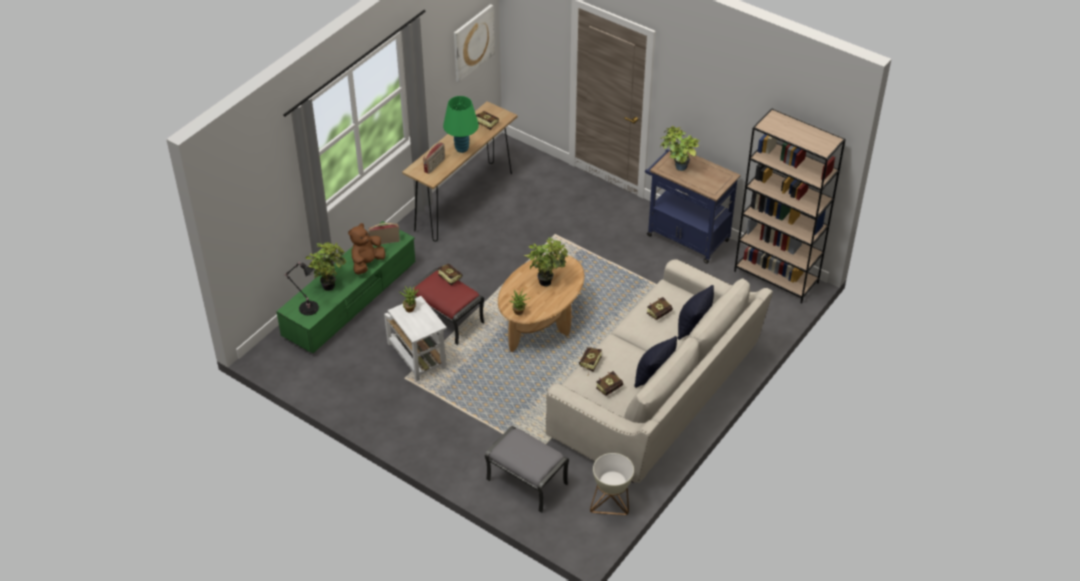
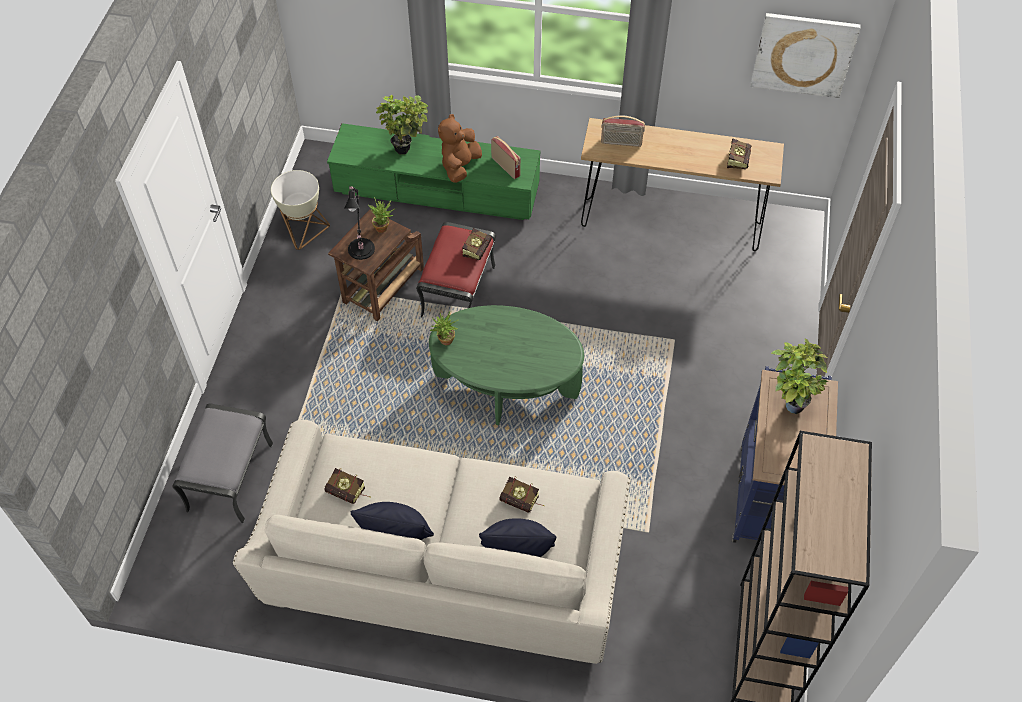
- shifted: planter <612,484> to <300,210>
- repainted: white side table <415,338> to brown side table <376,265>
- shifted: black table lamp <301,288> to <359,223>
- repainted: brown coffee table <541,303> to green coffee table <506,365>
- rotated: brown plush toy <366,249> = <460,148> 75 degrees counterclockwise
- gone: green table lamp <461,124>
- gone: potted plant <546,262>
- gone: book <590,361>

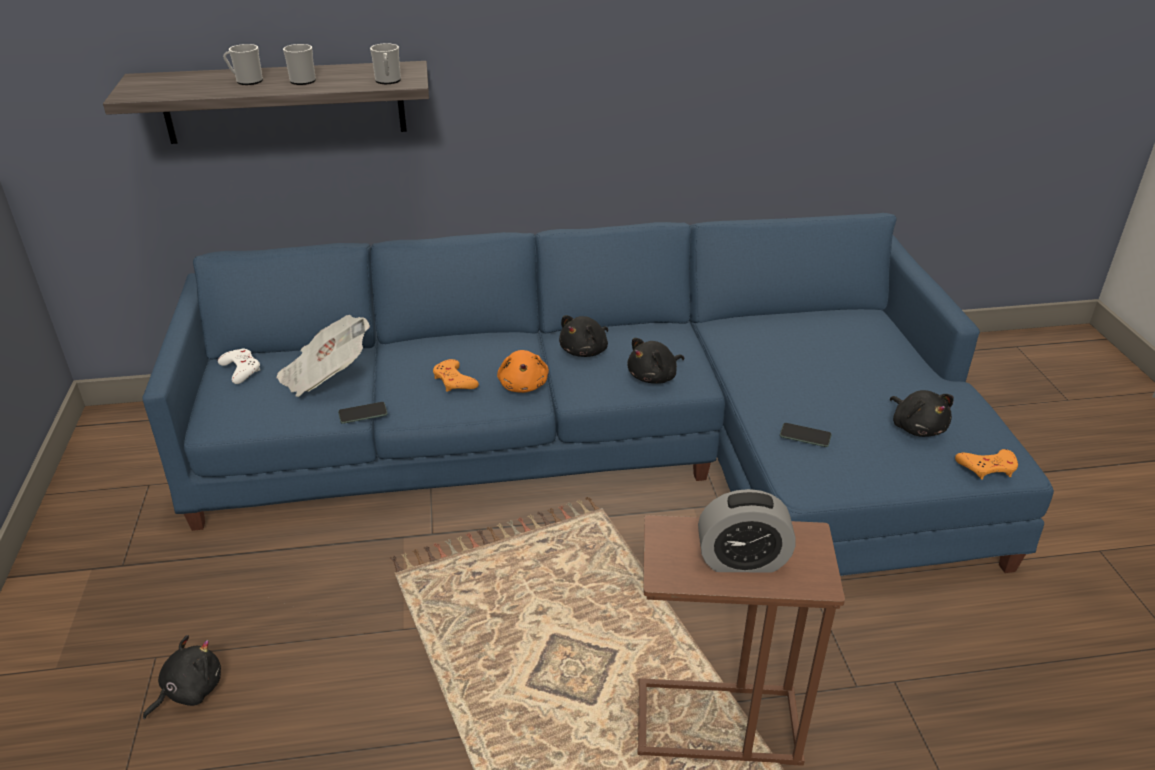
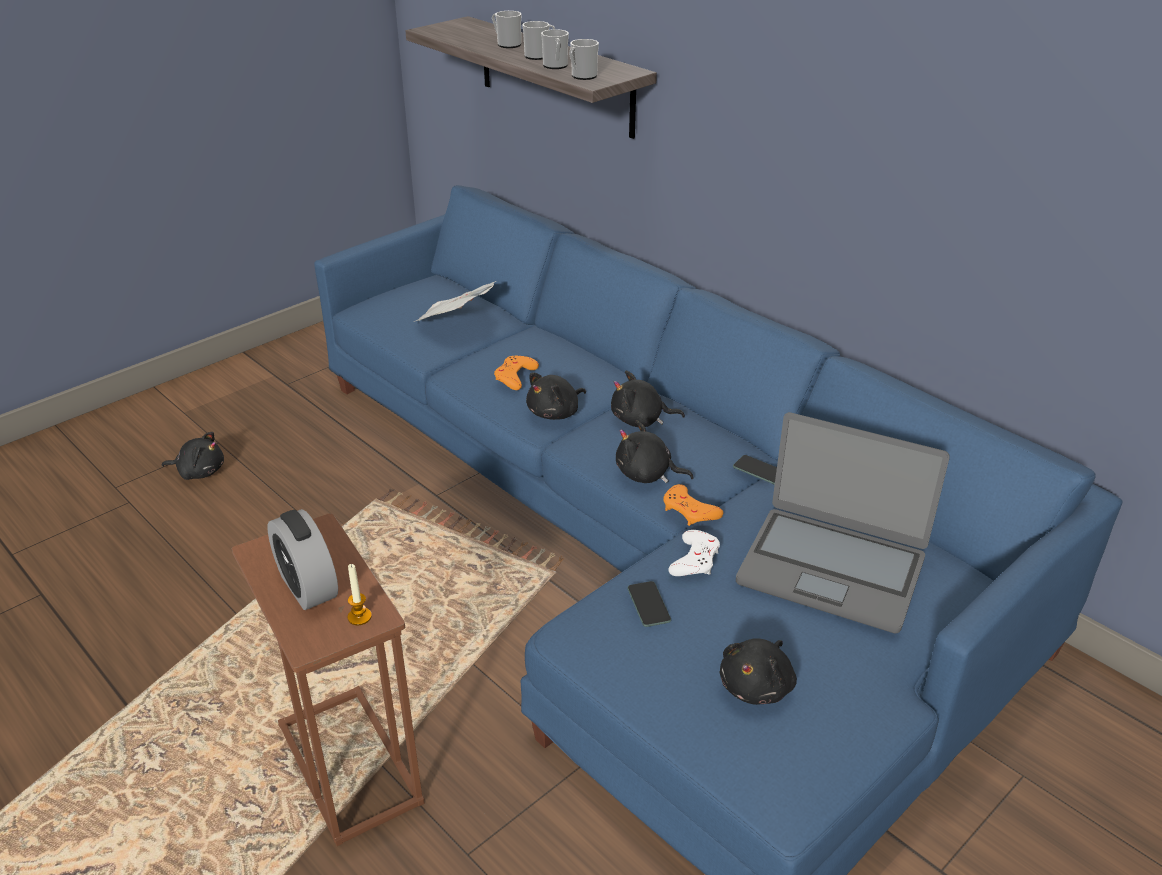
- new: candle <360,594>
- repainted: orange plush toy <523,371> to black plush toy <556,396>
- new: mug <555,49>
- shifted: orange game controller <986,464> to <693,505>
- shifted: white game controller <239,366> to <694,553>
- shifted: phone <363,413> to <755,470>
- new: laptop <843,522>

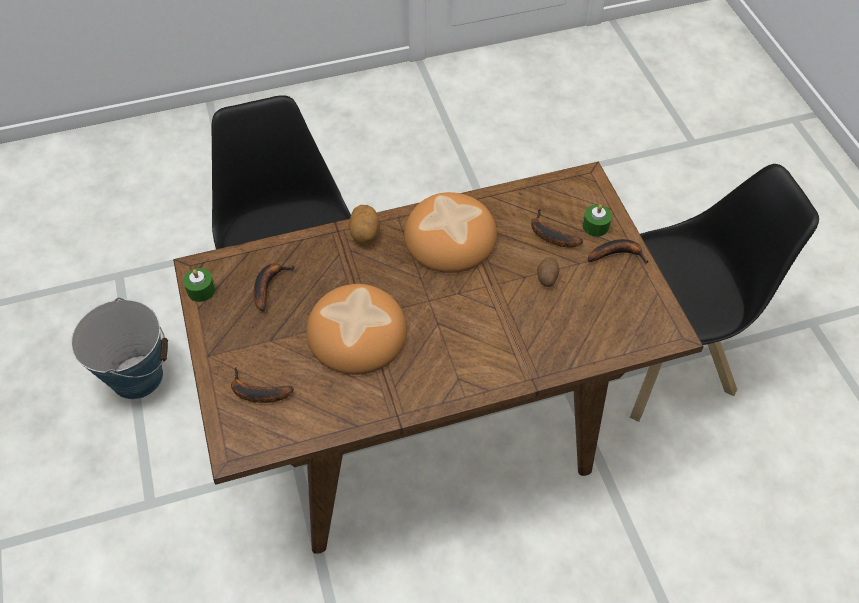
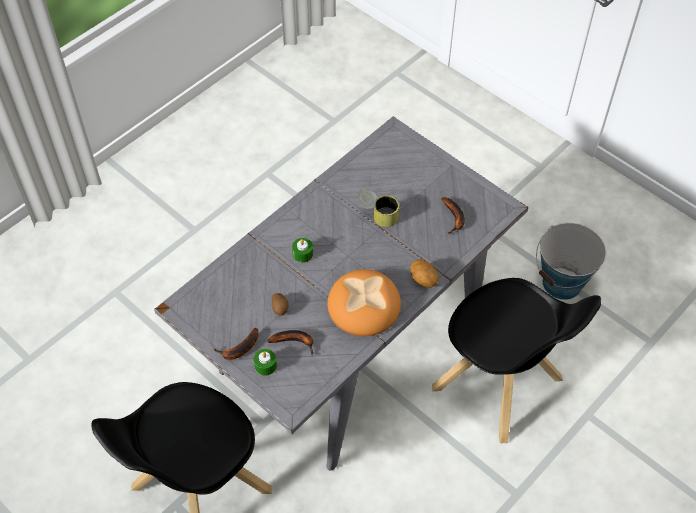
- repainted: brown dining table <438,357> to grey dining table <341,293>
- shifted: green candle <199,285> to <302,250>
- swapped: bread <356,329> to can <379,208>
- gone: banana <262,385>

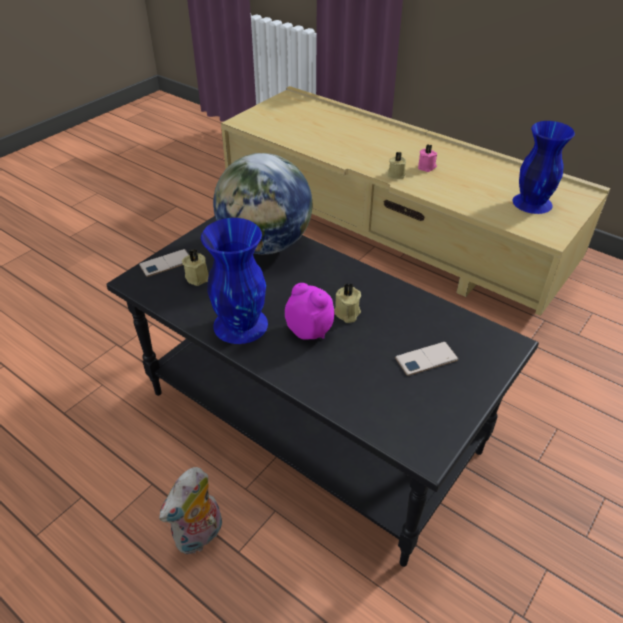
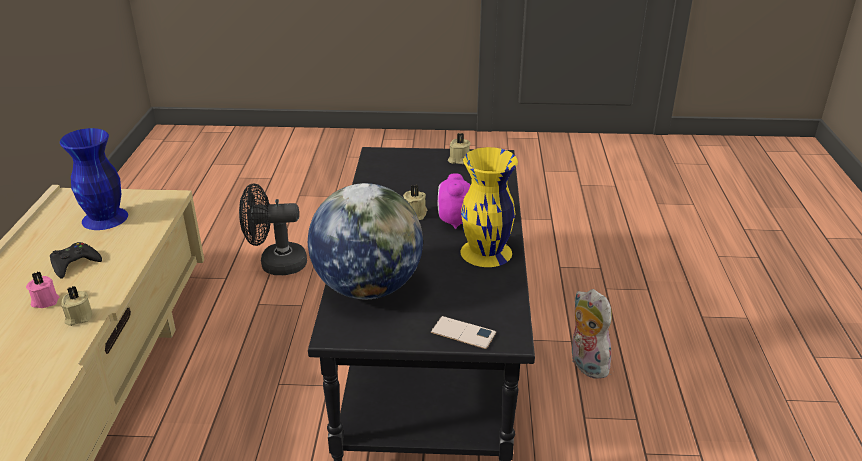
- new: black game controller <76,260>
- new: black fan <273,229>
- shifted: beige candle <195,267> to <459,148>
- repainted: blue vase <234,281> to yellow vase <489,207>
- rotated: plush toy <190,510> = <592,334> 120 degrees counterclockwise
- gone: phone <427,359>

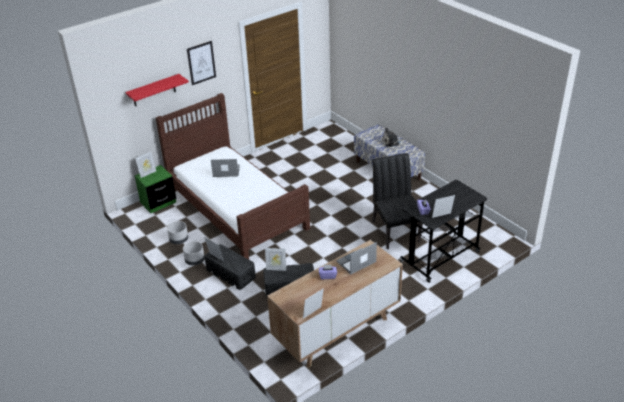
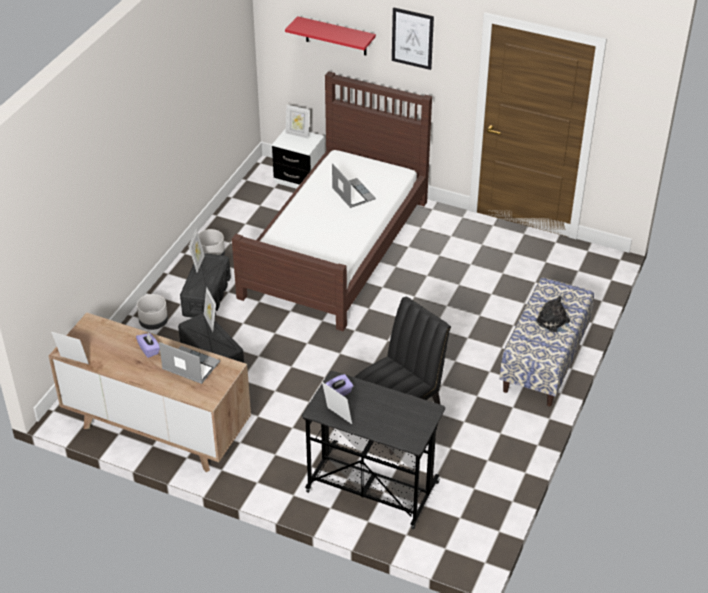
- shifted: grey planter <177,232> to <152,312>
- repainted: green nightstand <155,189> to white nightstand <298,158>

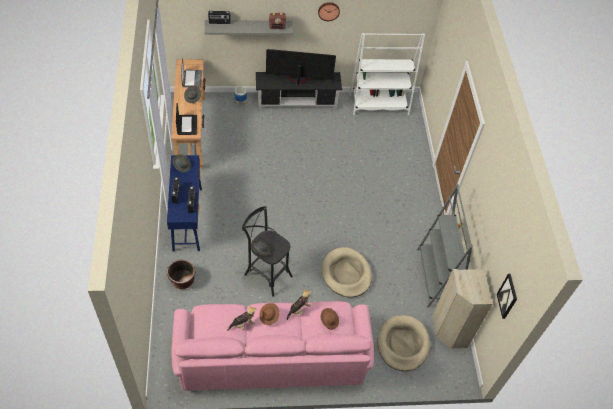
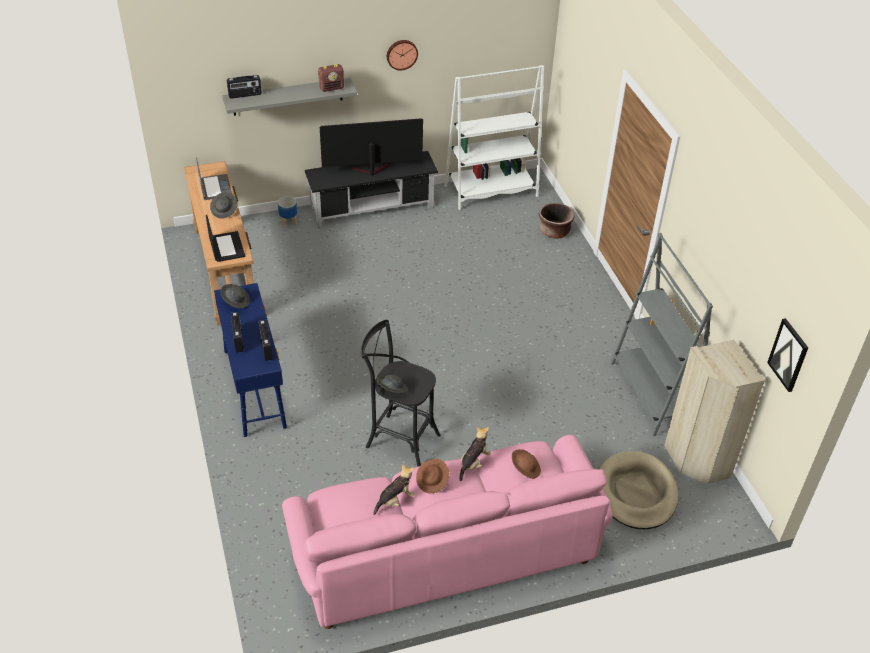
- shifted: brown planter <181,274> to <556,221>
- gone: beige dog bed <346,272>

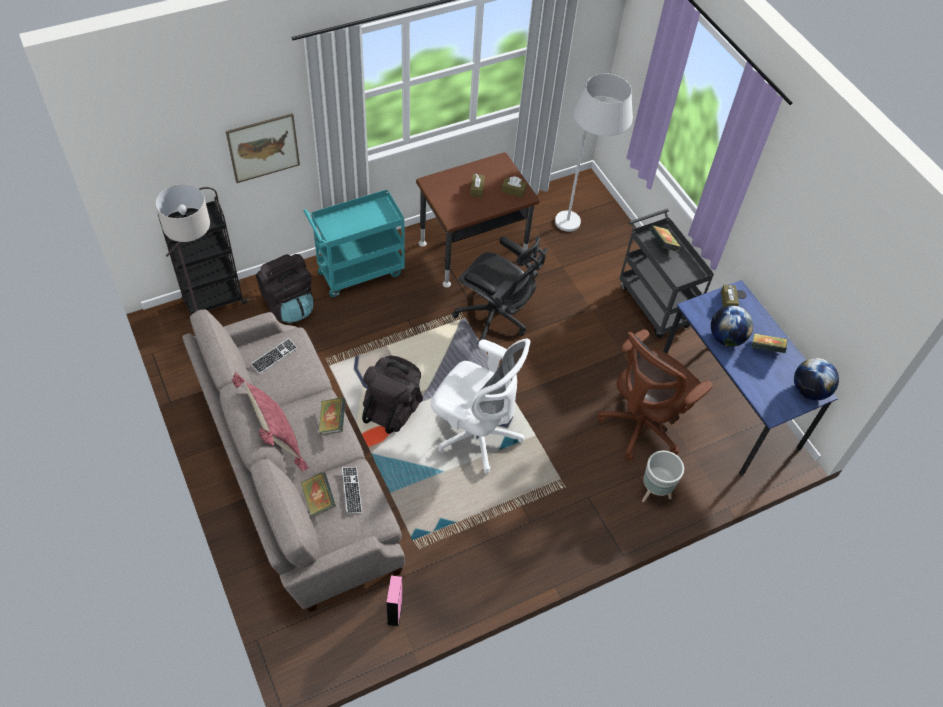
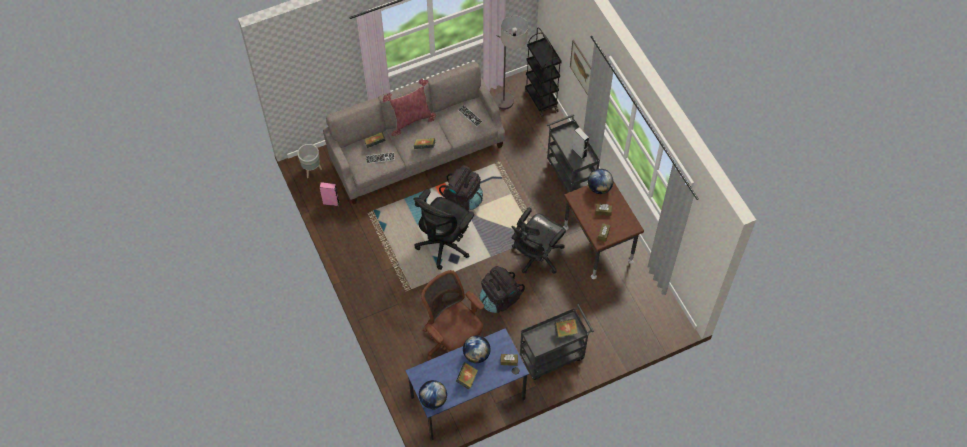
- shifted: grey planter <663,476> to <309,161>
- repainted: white office chair <480,406> to black office chair <443,229>
- shifted: black backpack <284,288> to <502,289>
- repainted: turquoise cart <354,243> to grey cart <573,153>
- new: grey speaker <580,143>
- new: globe <600,181>
- gone: white floor lamp <594,153>

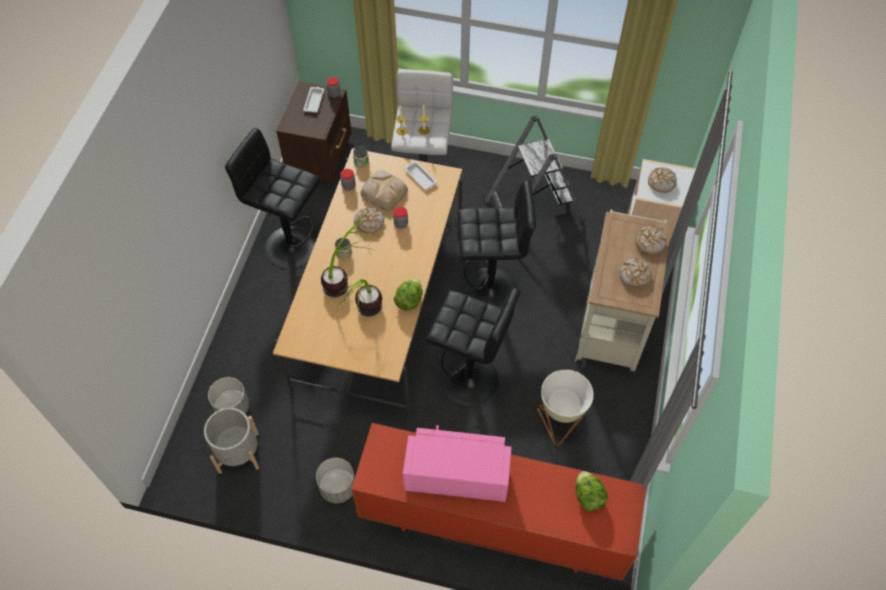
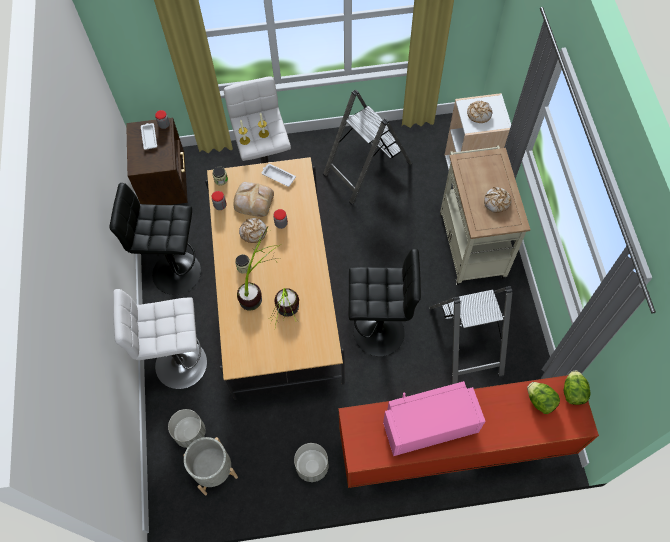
- new: white stool <160,339>
- swapped: planter <565,408> to grey step ladder <471,335>
- shifted: lettuce <408,294> to <576,388>
- gone: black stool <497,244>
- gone: bread <651,240>

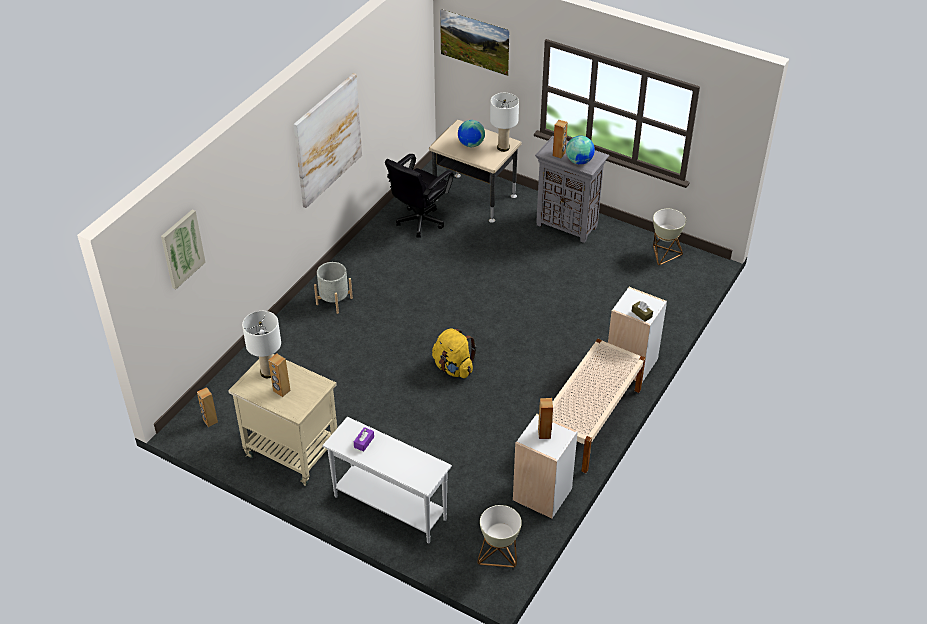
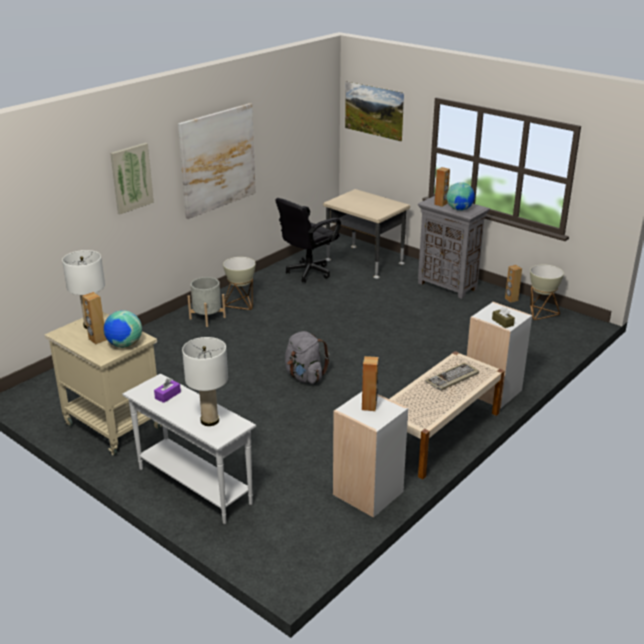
- shifted: globe <471,133> to <123,329>
- shifted: picture <183,249> to <132,178>
- shifted: white table lamp <504,122> to <205,381>
- shifted: planter <500,536> to <239,283>
- repainted: yellow backpack <454,353> to grey backpack <307,357>
- new: keyboard <452,377>
- shifted: brown speaker <207,407> to <513,284>

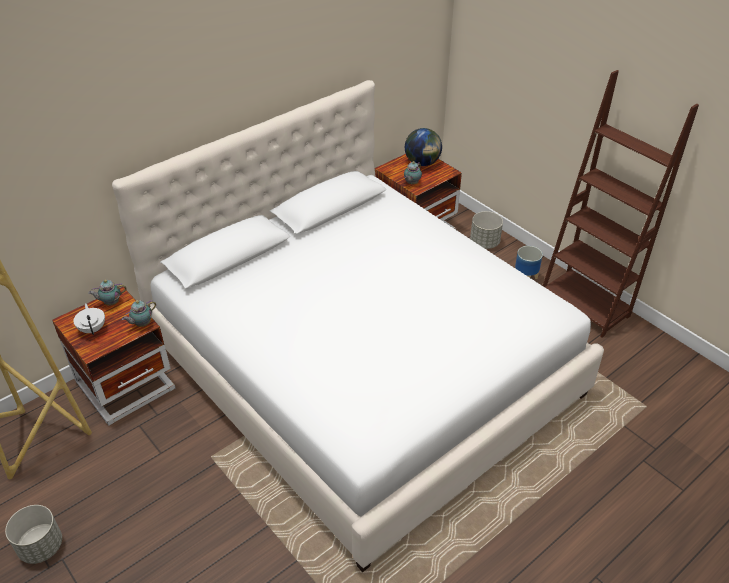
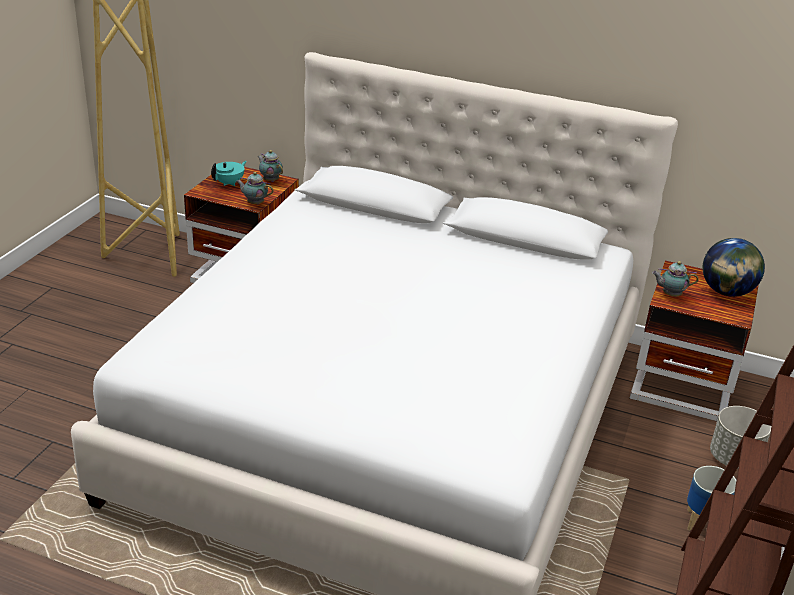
- repainted: white teapot <89,319> to turquoise teapot <229,173>
- gone: grey planter <33,534>

